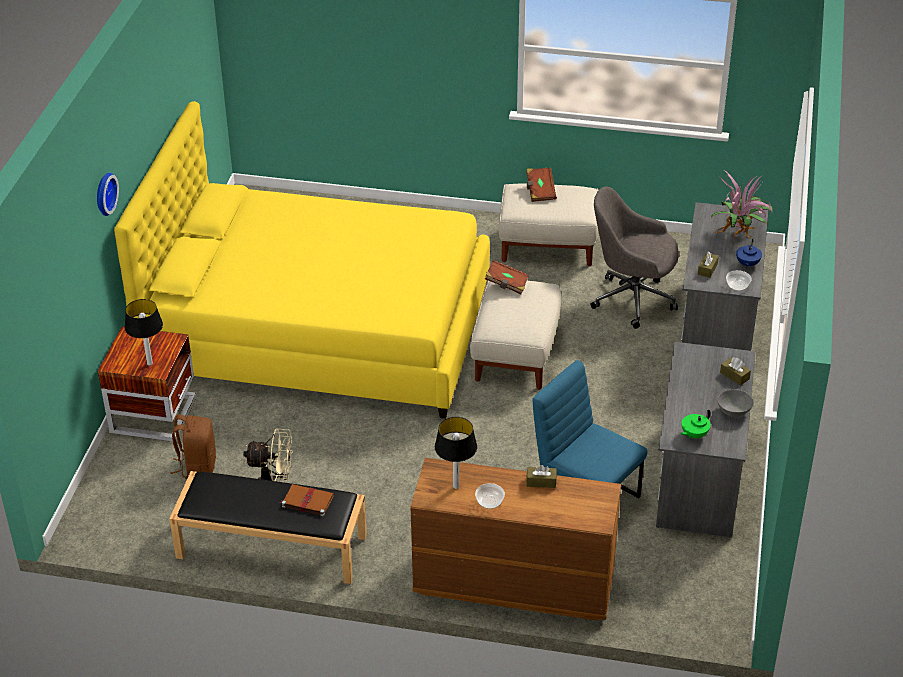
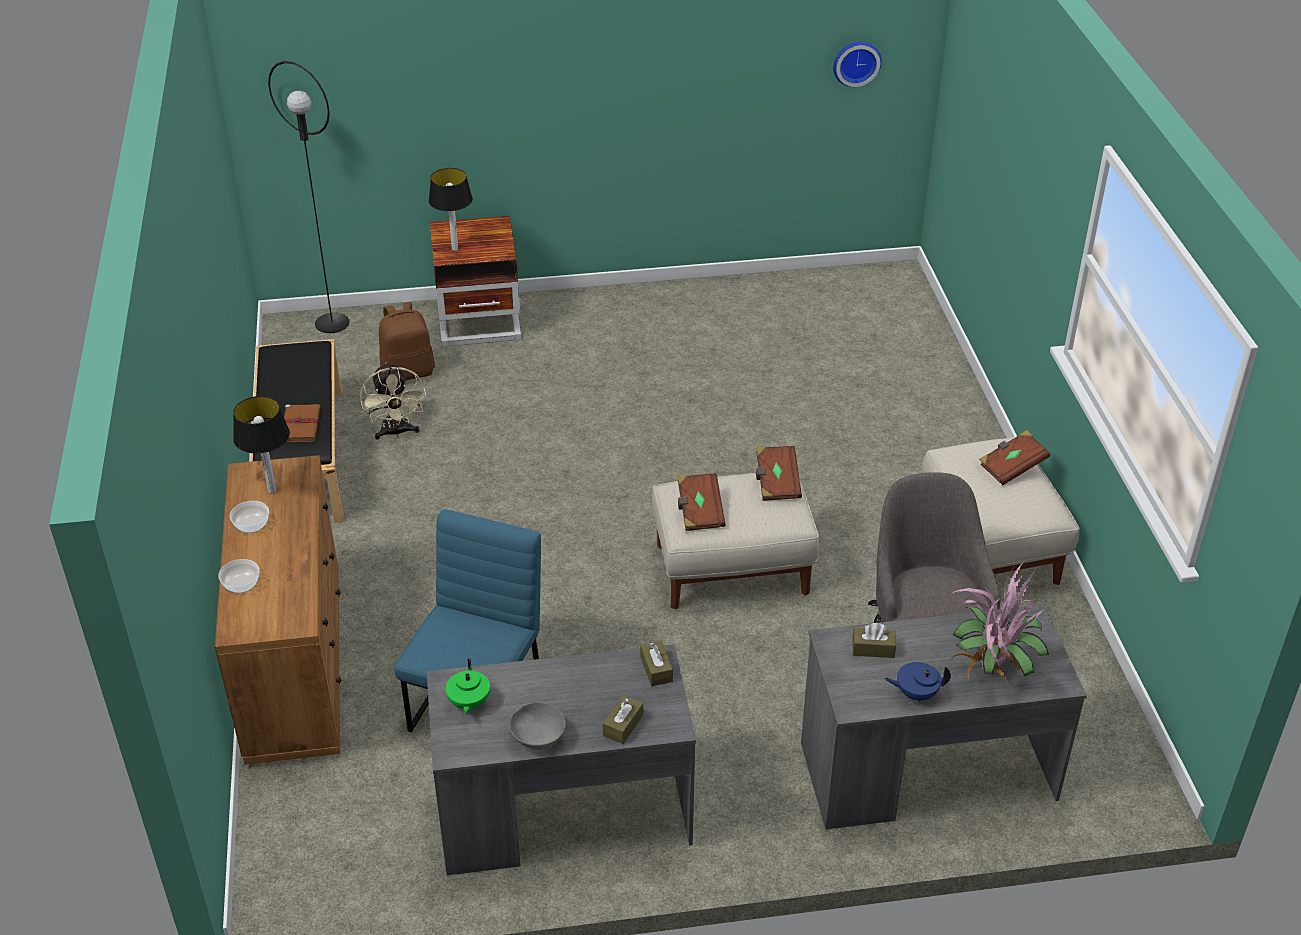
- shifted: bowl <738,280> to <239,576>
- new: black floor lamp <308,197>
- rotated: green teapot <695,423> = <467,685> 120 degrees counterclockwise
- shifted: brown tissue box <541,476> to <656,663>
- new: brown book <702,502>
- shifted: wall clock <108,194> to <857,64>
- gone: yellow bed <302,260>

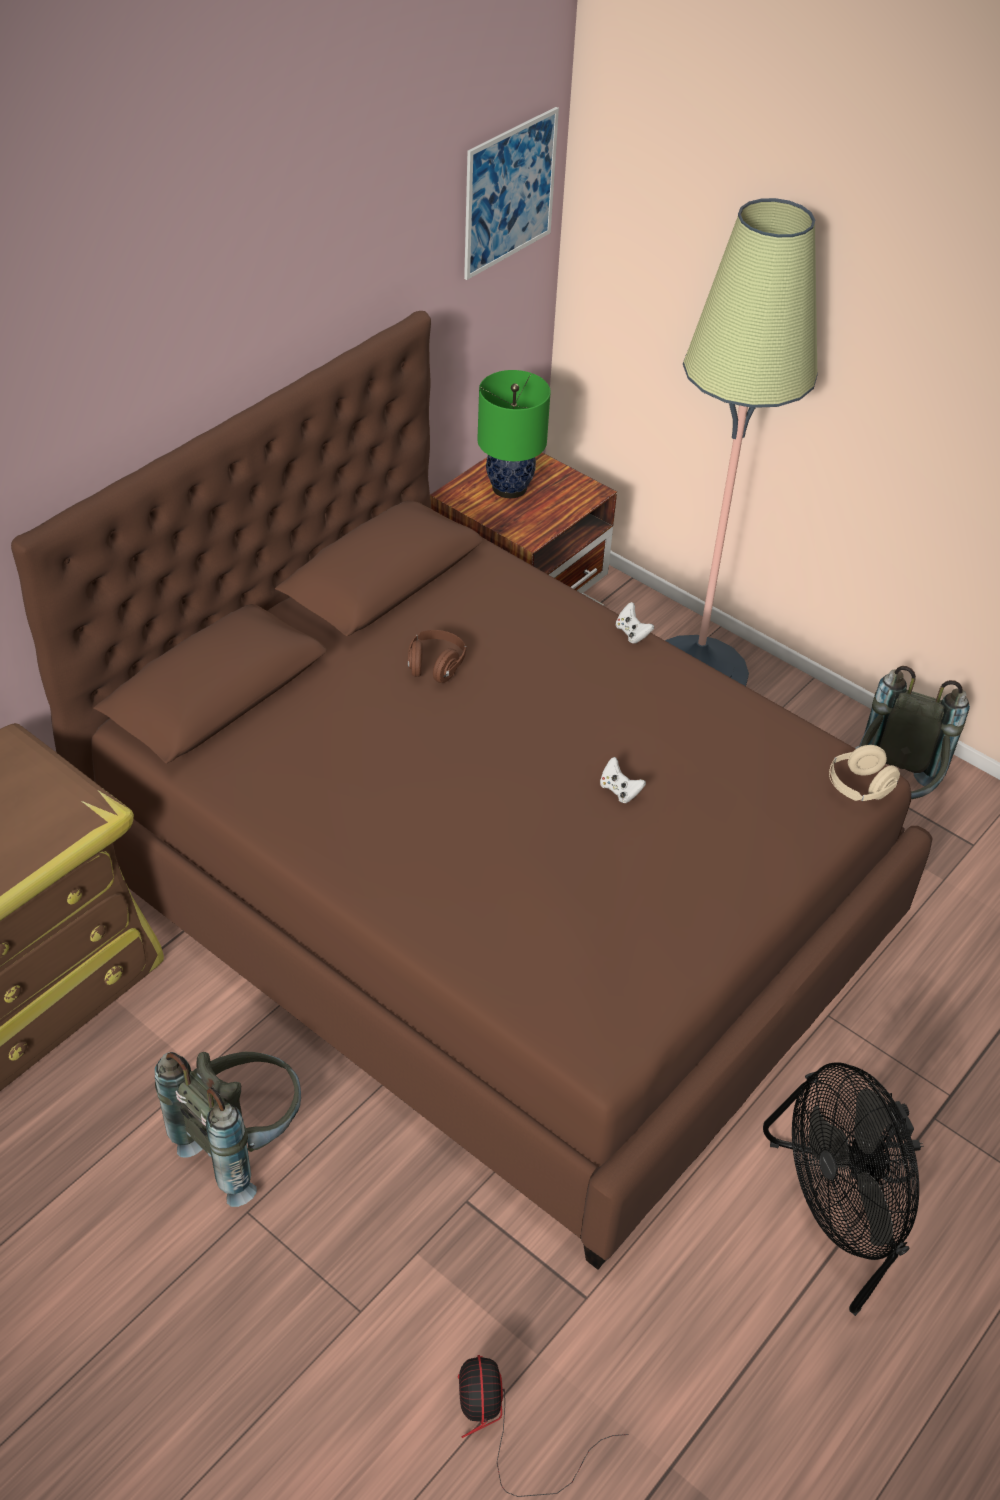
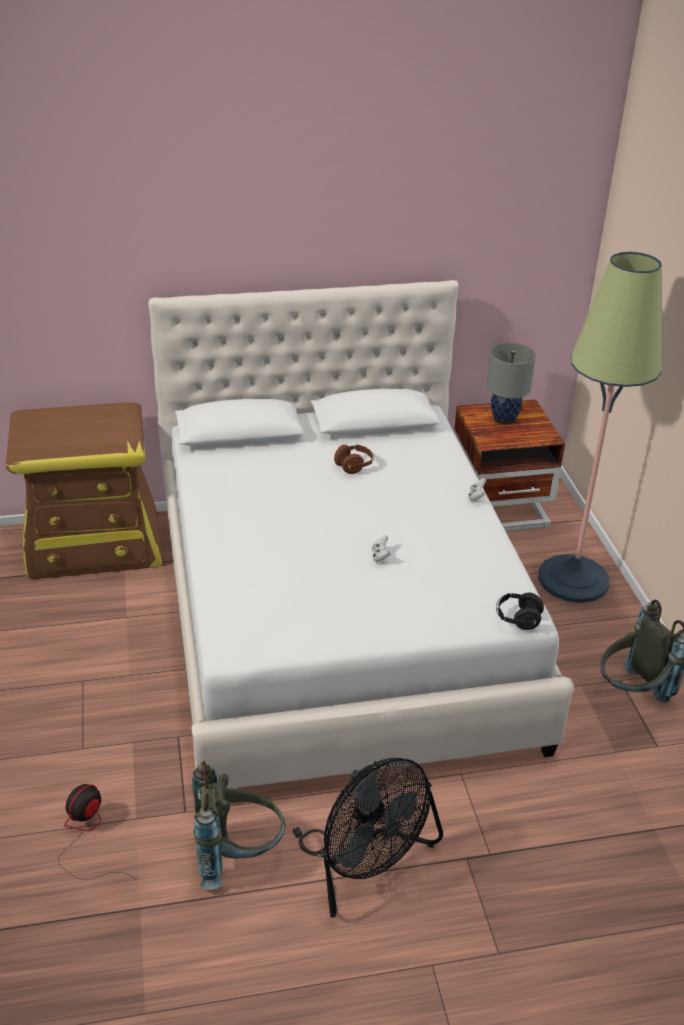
- repainted: brown bed <472,790> to white bed <361,534>
- shifted: grey backpack <228,1129> to <238,825>
- rotated: black fan <843,1189> = <368,838> 150 degrees counterclockwise
- repainted: green table lamp <514,434> to grey table lamp <511,384>
- repainted: beige headphones <864,773> to black headphones <520,611>
- gone: picture <511,193>

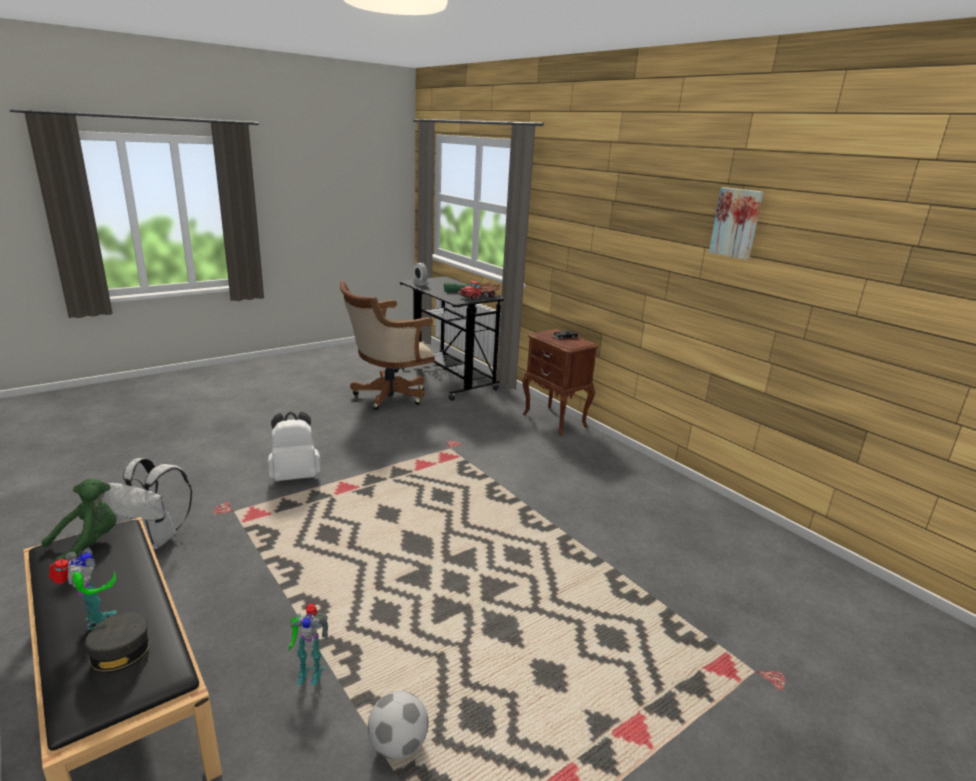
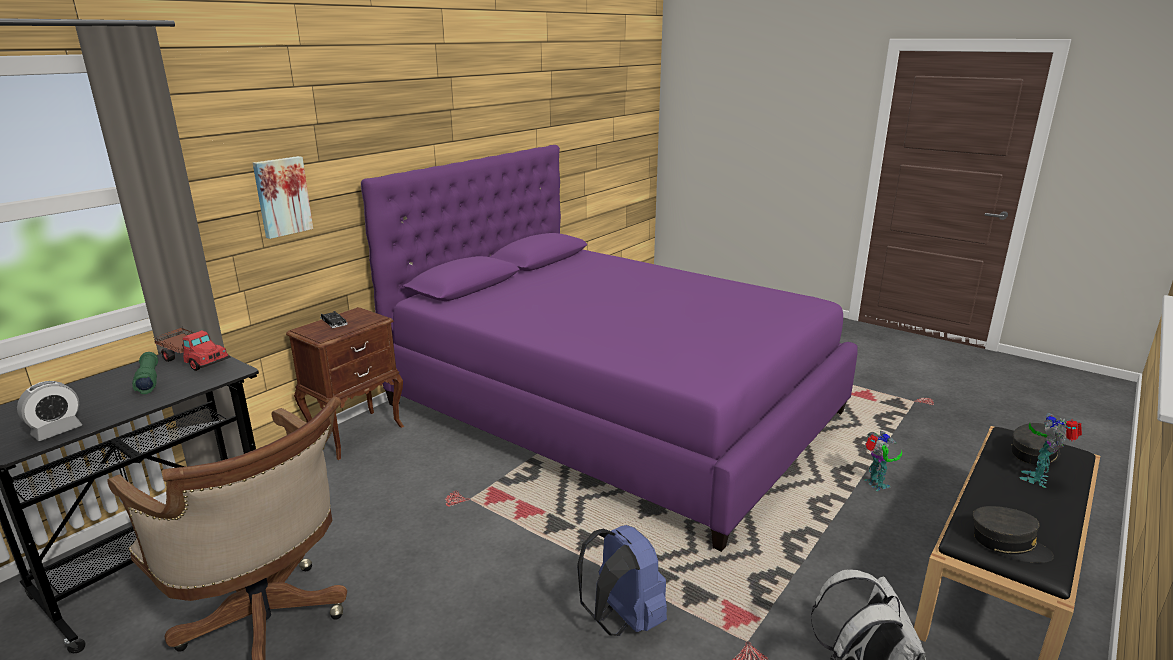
- shifted: picture <736,223> to <283,197>
- new: purple bed <609,348>
- repainted: white backpack <294,446> to blue backpack <622,580>
- swapped: green plush toy <79,519> to grey cap <1013,534>
- gone: football <398,725>

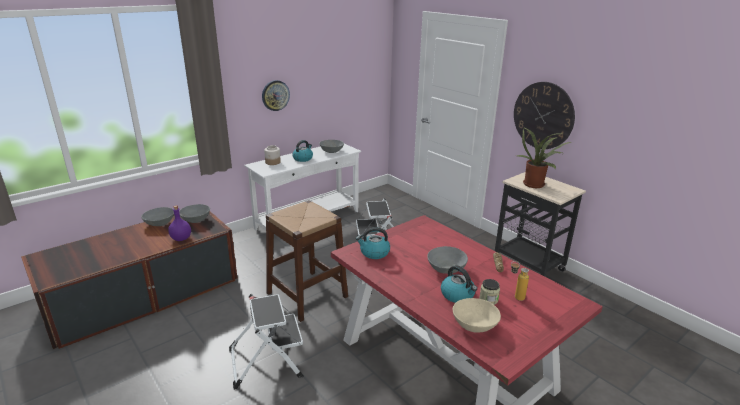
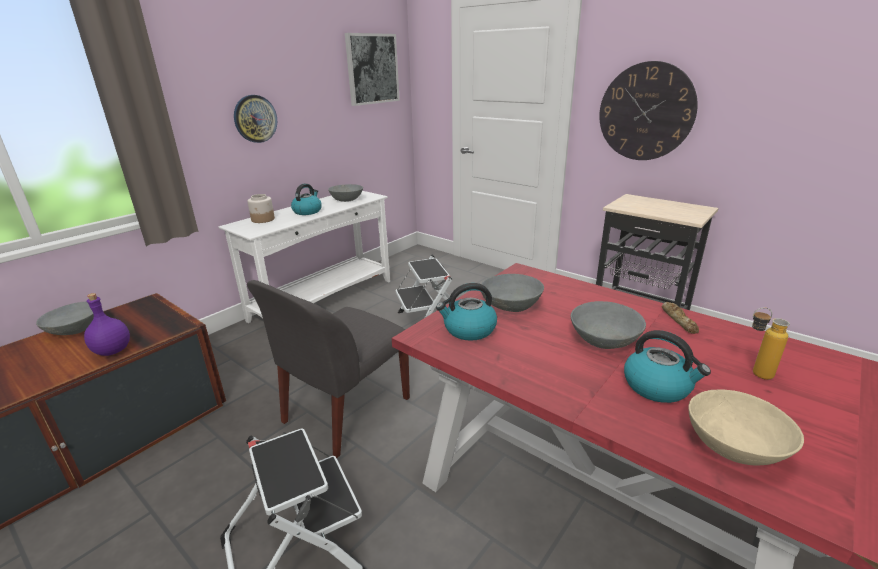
- swapped: brown stool <307,261> to grey chair <328,369>
- new: picture <372,69>
- shifted: grey bowl <194,213> to <512,293>
- gone: jar <489,292>
- gone: potted plant <544,157>

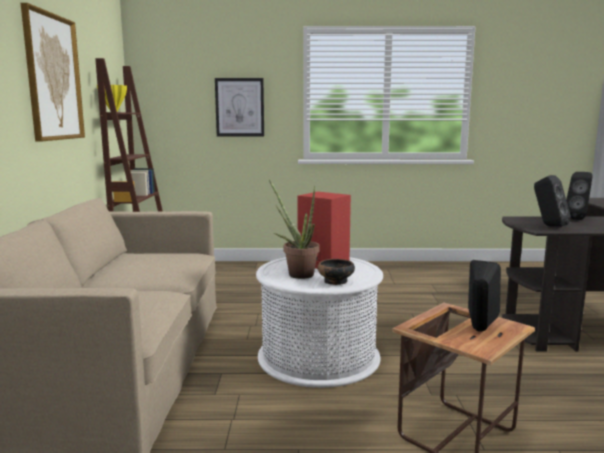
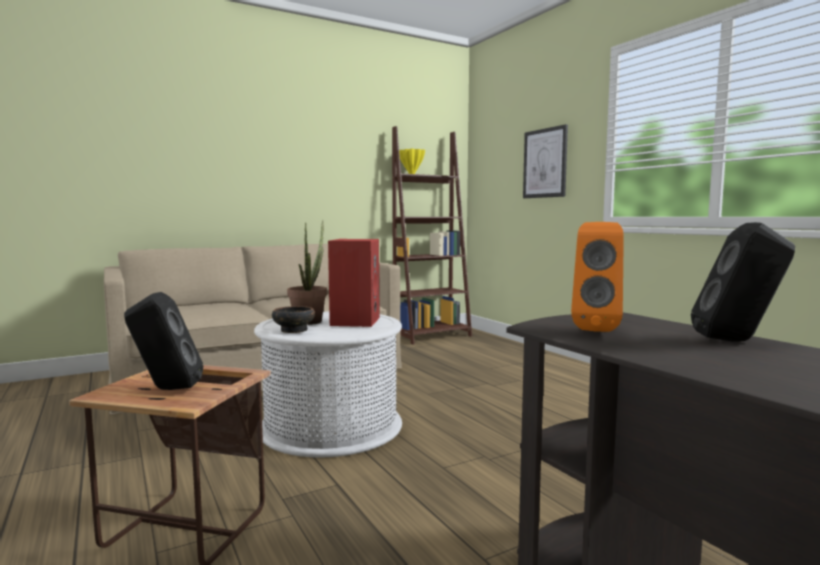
- repainted: black speaker <552,201> to orange speaker <597,277>
- gone: picture <53,72>

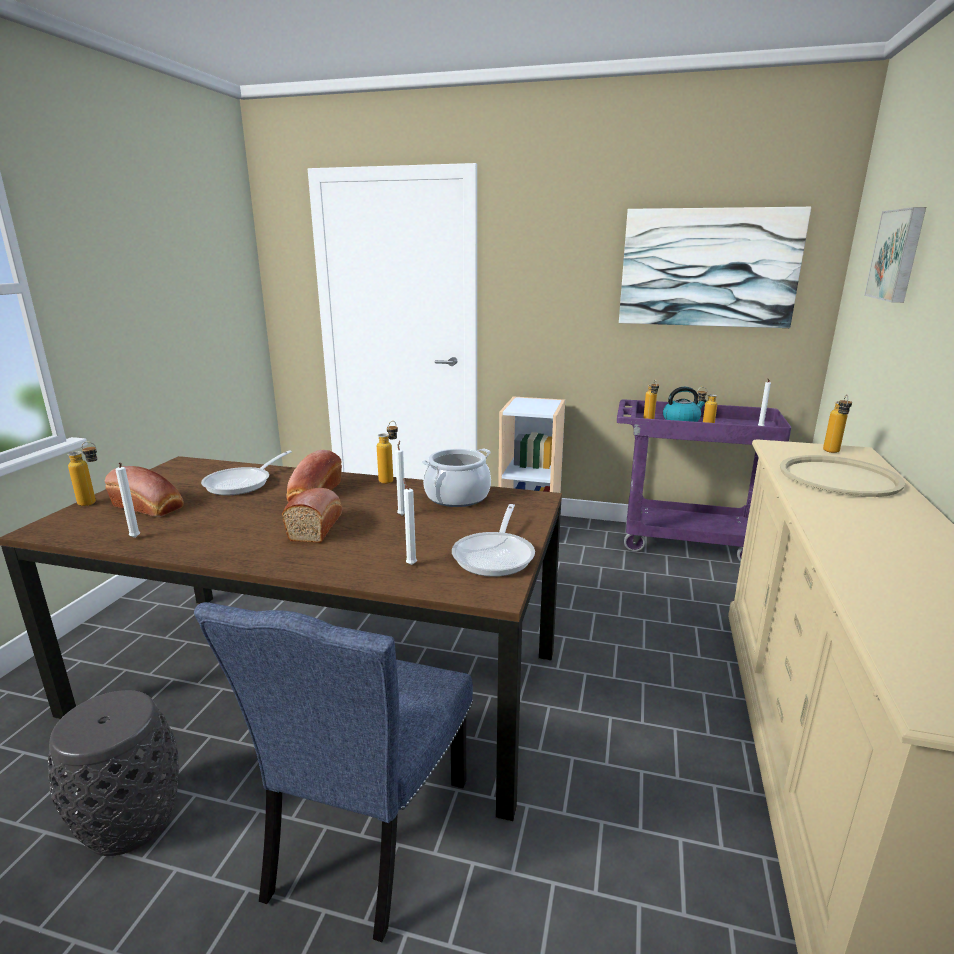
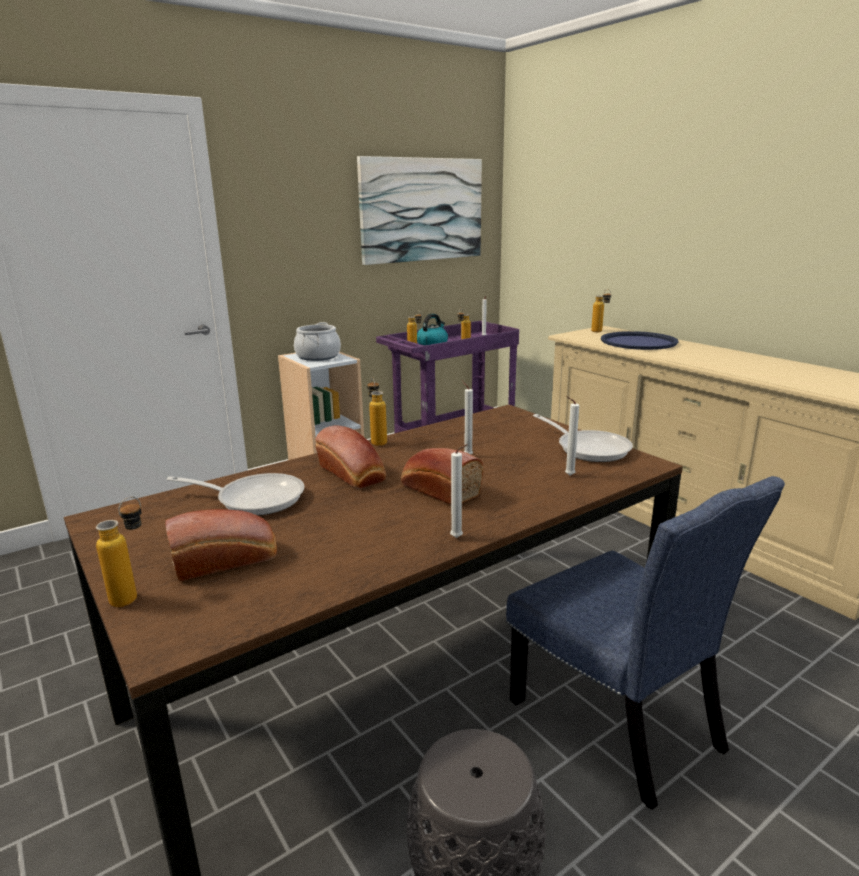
- rotated: frying pan <246,472> = <235,494> 60 degrees counterclockwise
- shifted: cooking pot <456,477> to <317,341>
- shifted: white candle <127,500> to <459,491>
- repainted: beige tray <842,476> to blue tray <640,340>
- gone: picture <895,255>

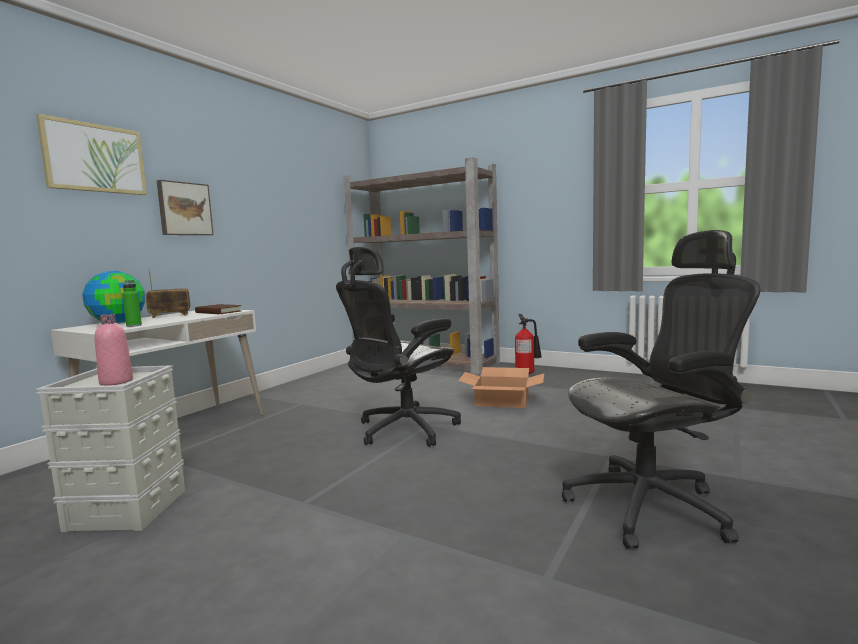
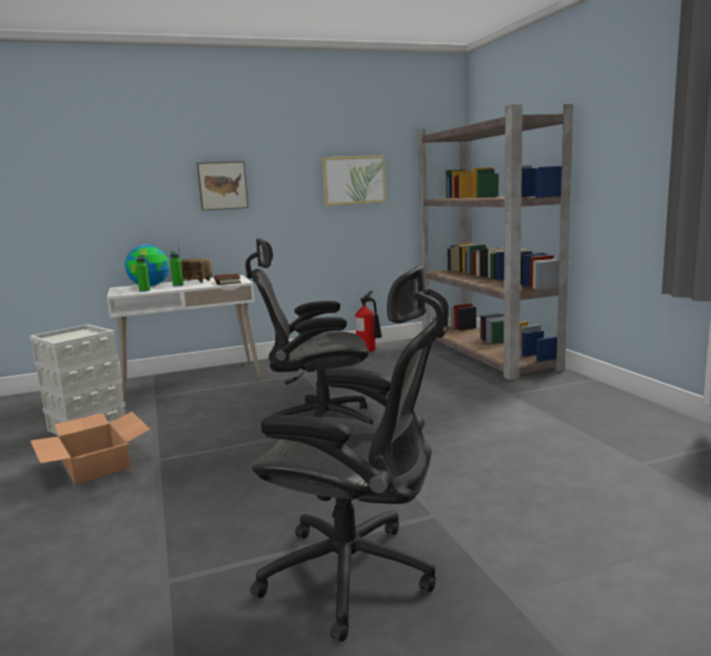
- shifted: cardboard box <501,387> to <90,448>
- new: green bottle <177,269>
- shifted: picture <91,154> to <354,180>
- shifted: fire extinguisher <528,344> to <368,321>
- gone: pink bottle <114,349>

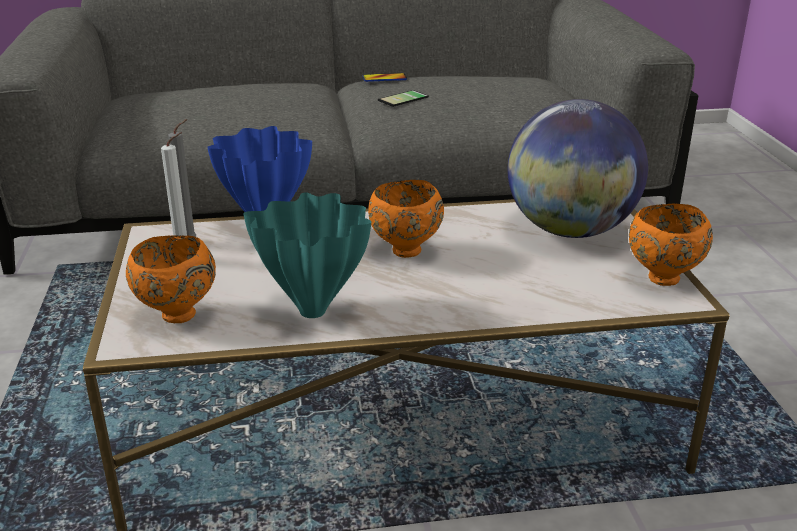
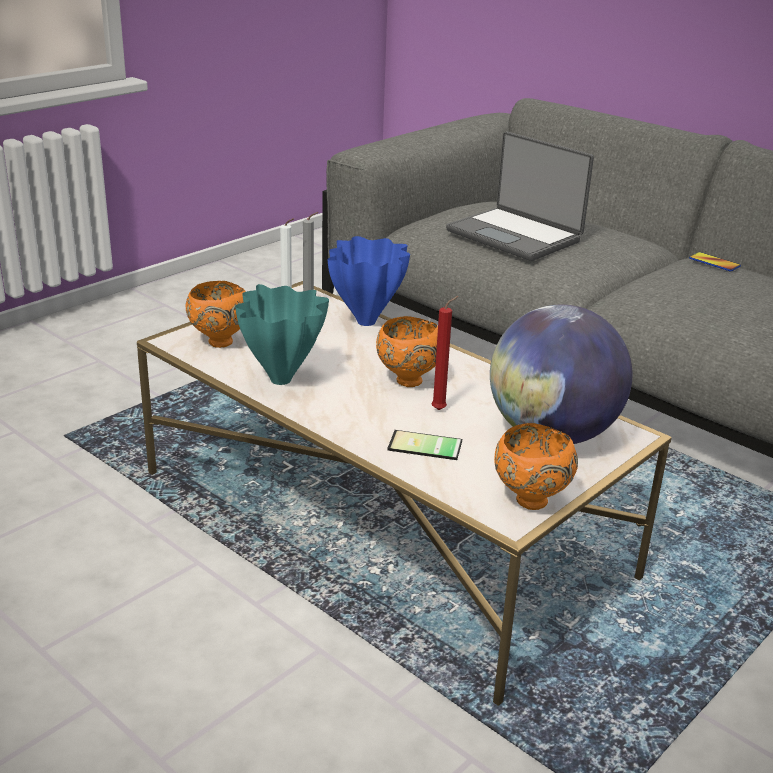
- shifted: phone <403,98> to <424,445>
- new: red candle <445,353>
- new: laptop <520,196>

